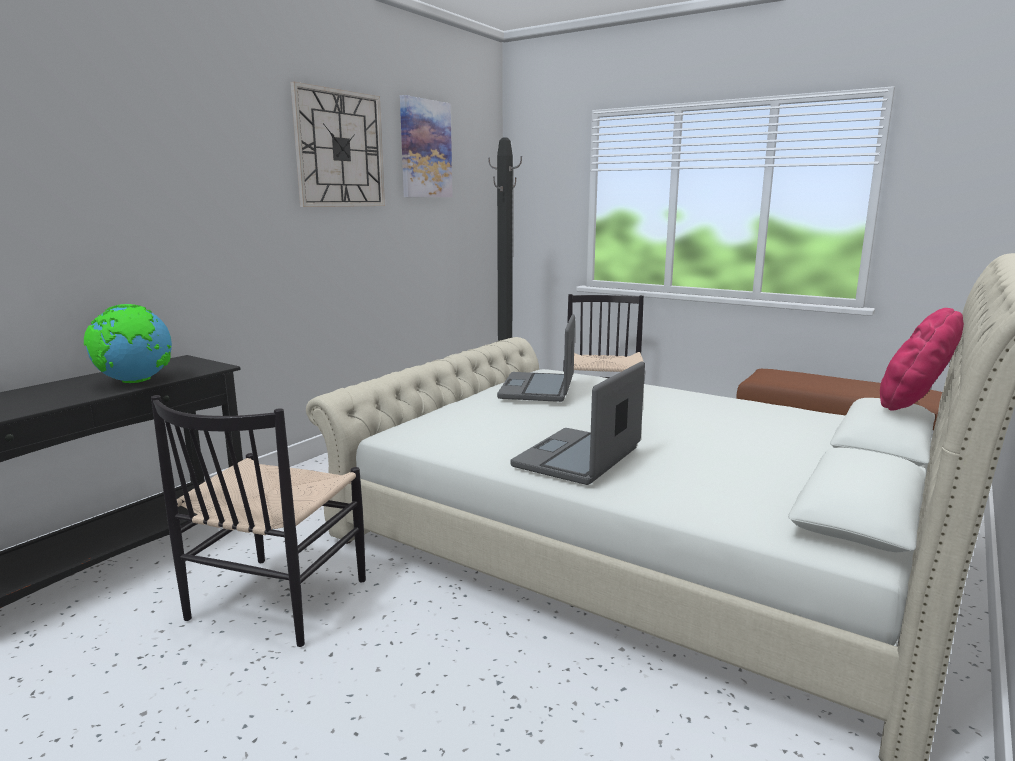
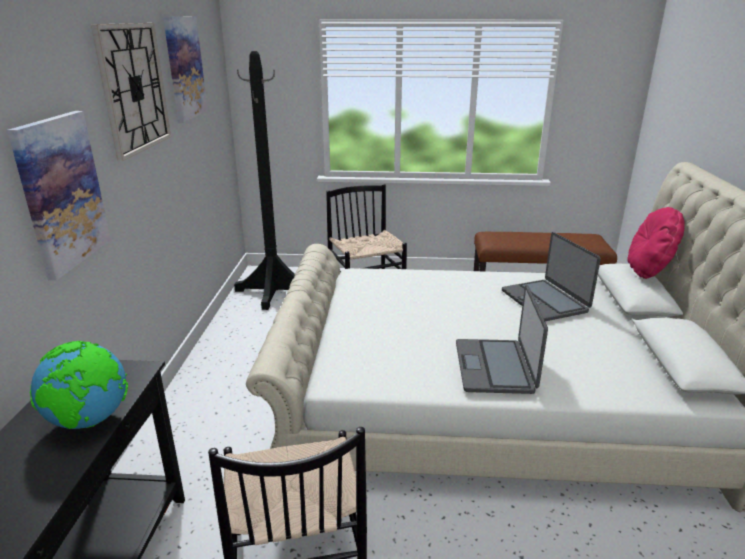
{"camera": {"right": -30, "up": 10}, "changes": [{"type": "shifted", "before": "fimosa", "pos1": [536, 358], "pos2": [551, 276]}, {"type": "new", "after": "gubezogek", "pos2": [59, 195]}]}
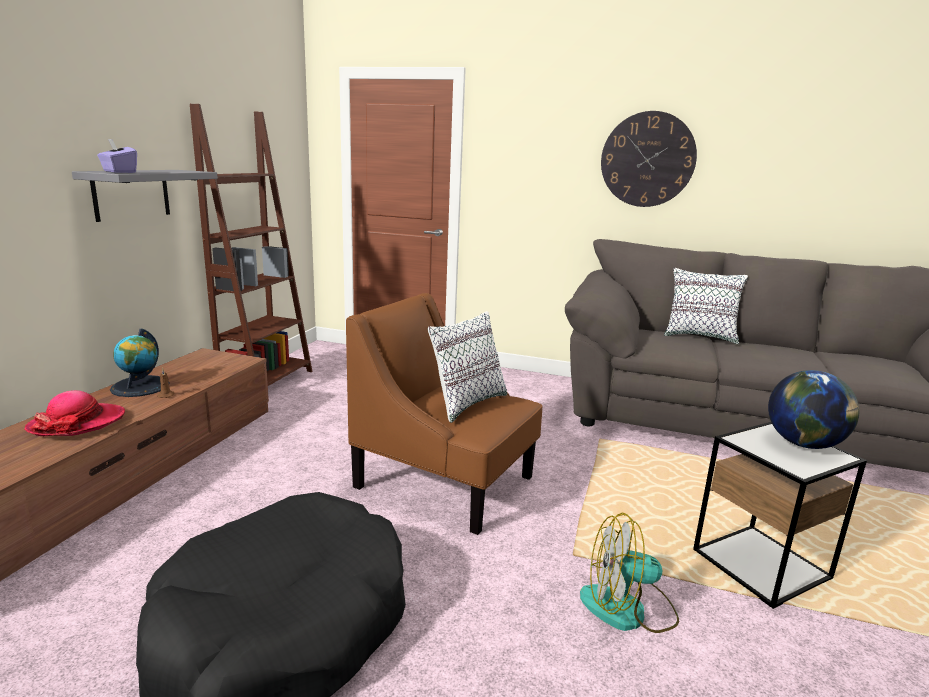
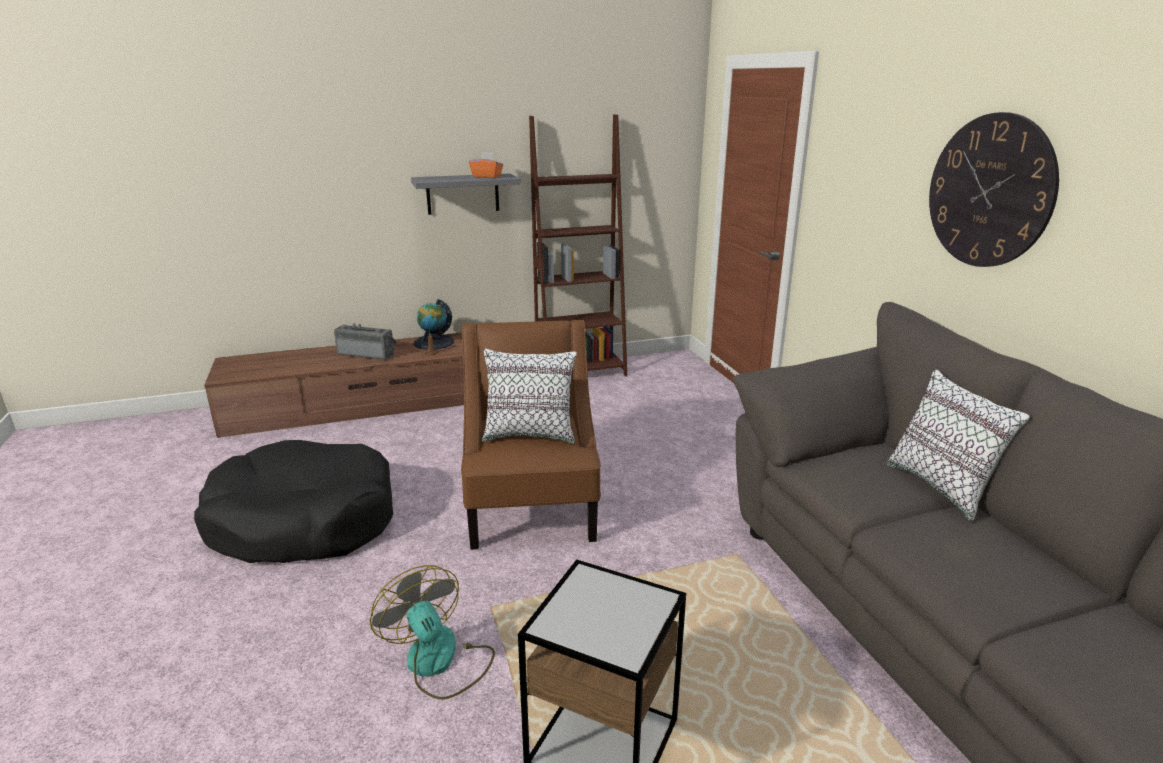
{"camera": {"right": 55, "up": 5}, "changes": [{"type": "gone", "before": "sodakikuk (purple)", "pos1": [117, 156]}, {"type": "gone", "before": "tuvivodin", "pos1": [813, 409]}, {"type": "swapped", "before": "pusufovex", "after": "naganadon", "pos1": [75, 413], "pos2": [365, 341]}, {"type": "new", "after": "sodakikuk (orange)", "pos2": [486, 165]}]}
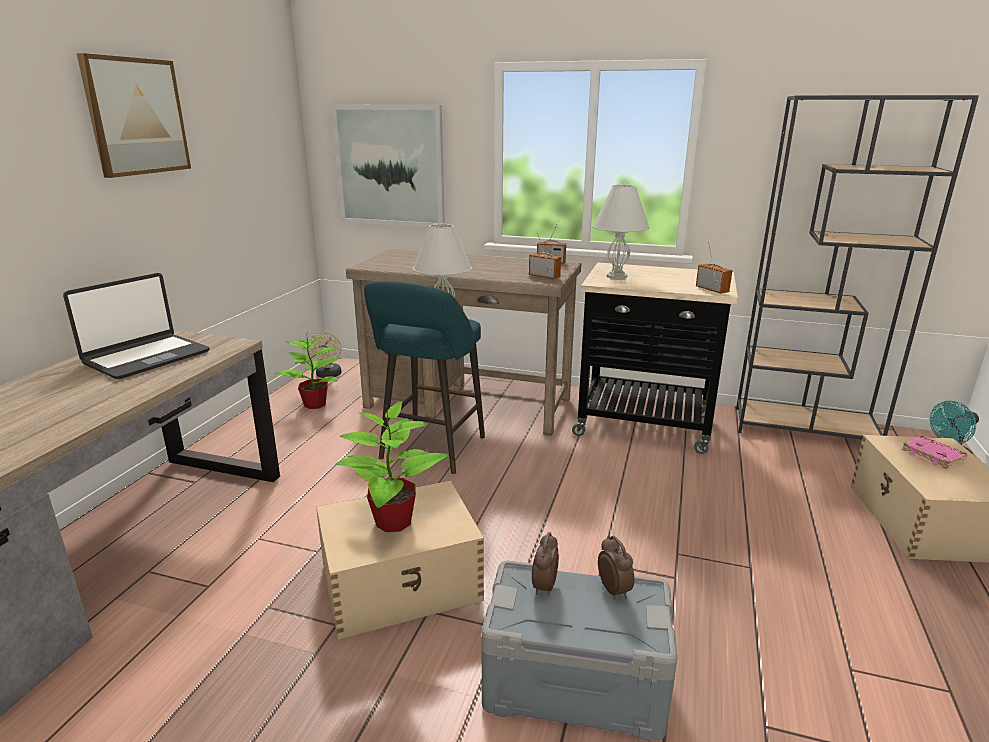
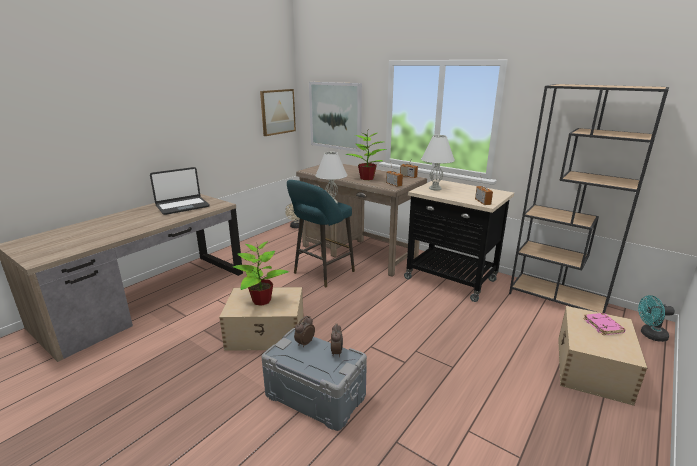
{"camera": {"right": 20, "up": 0}, "changes": [{"type": "shifted", "before": "gubezogek", "pos1": [134, 115], "pos2": [278, 112]}, {"type": "shifted", "before": "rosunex", "pos1": [307, 372], "pos2": [366, 156]}]}
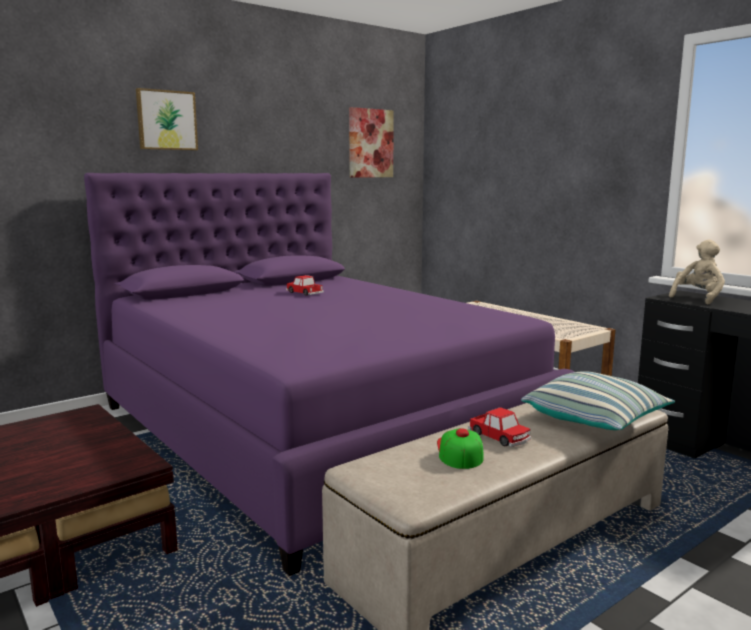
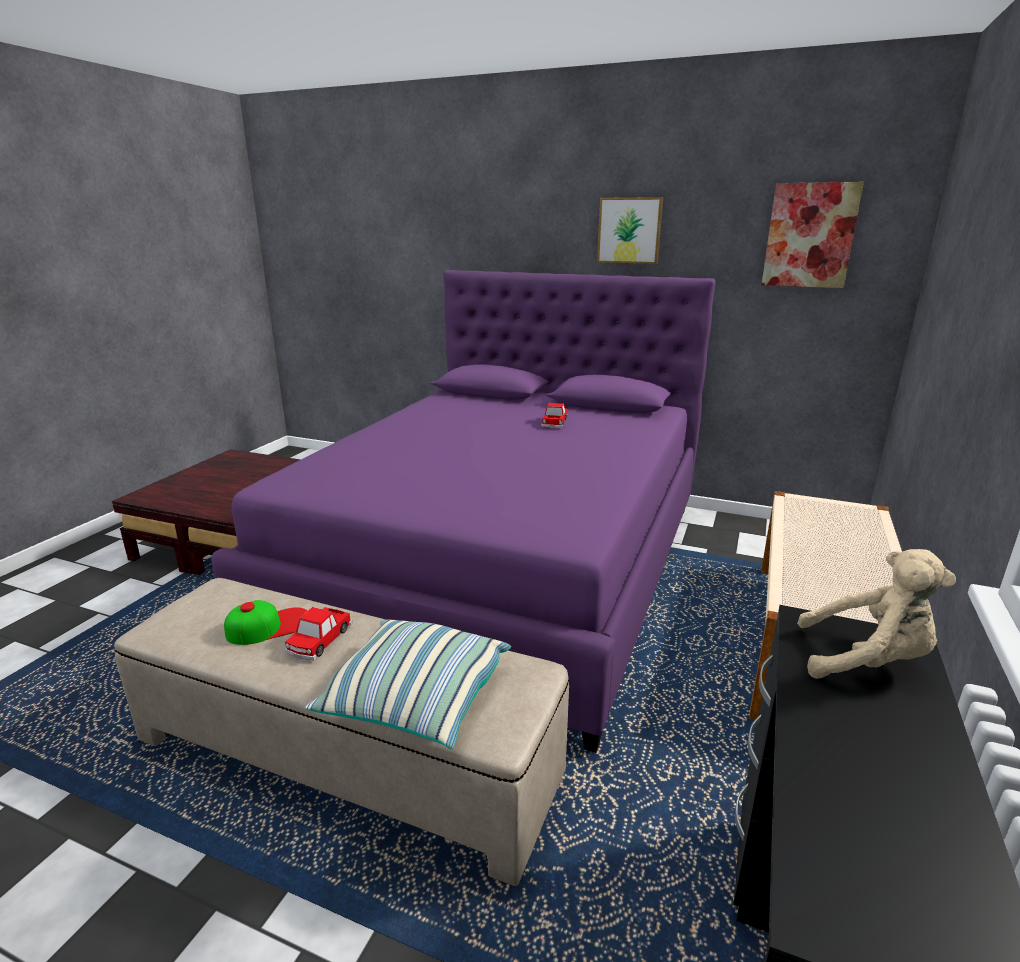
{"camera": {"right": 60, "up": 10}, "changes": [{"type": "shifted", "before": "gubezogek", "pos1": [167, 119], "pos2": [630, 230]}]}
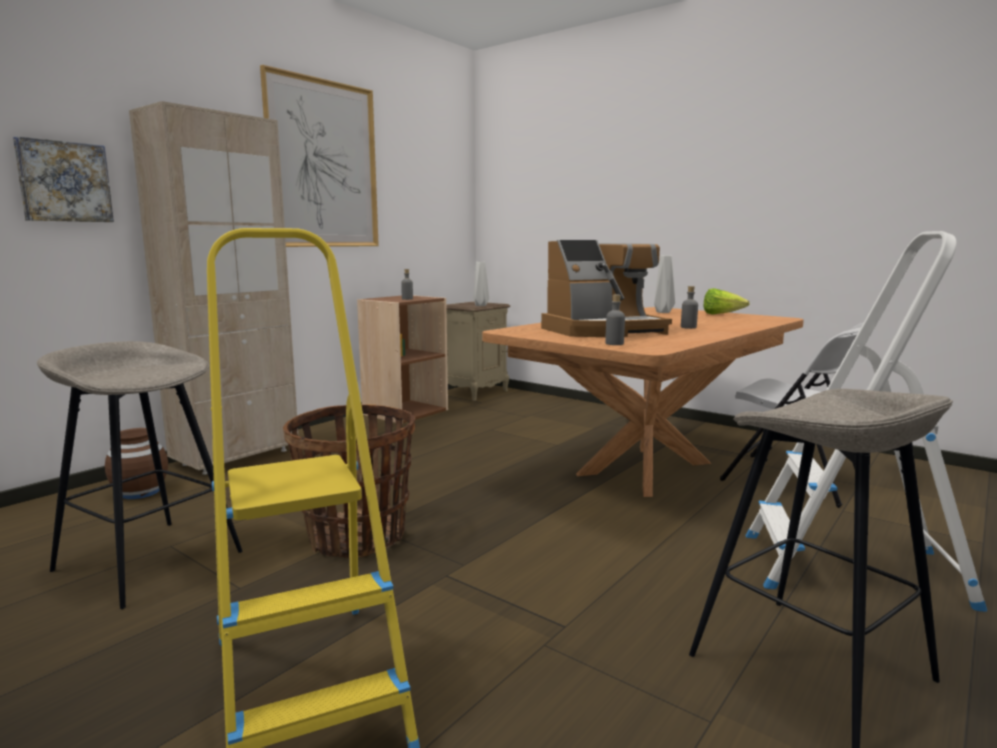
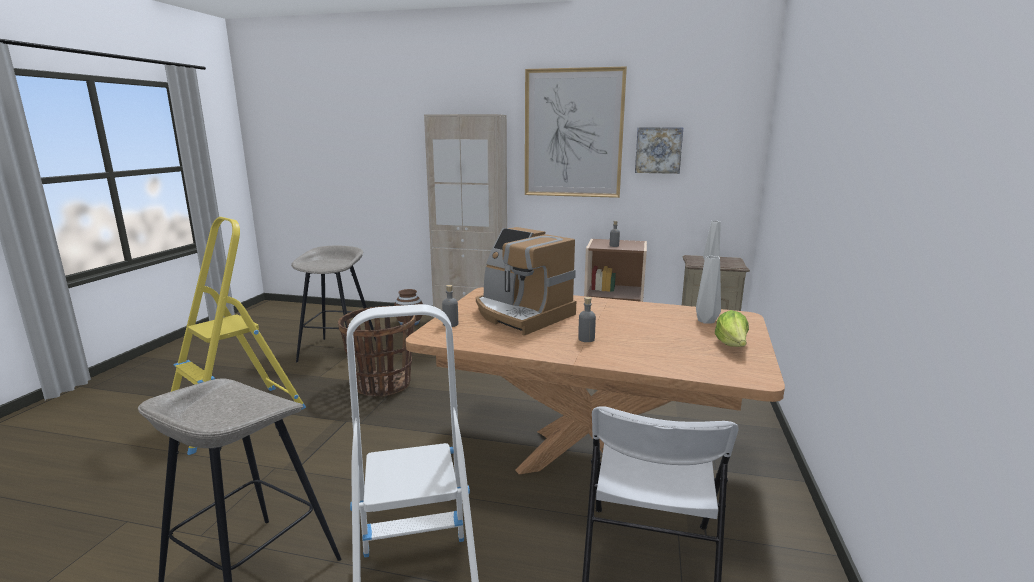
{"camera": {"right": 65, "up": 5}, "changes": [{"type": "shifted", "before": "gubezogek", "pos1": [63, 179], "pos2": [659, 150]}]}
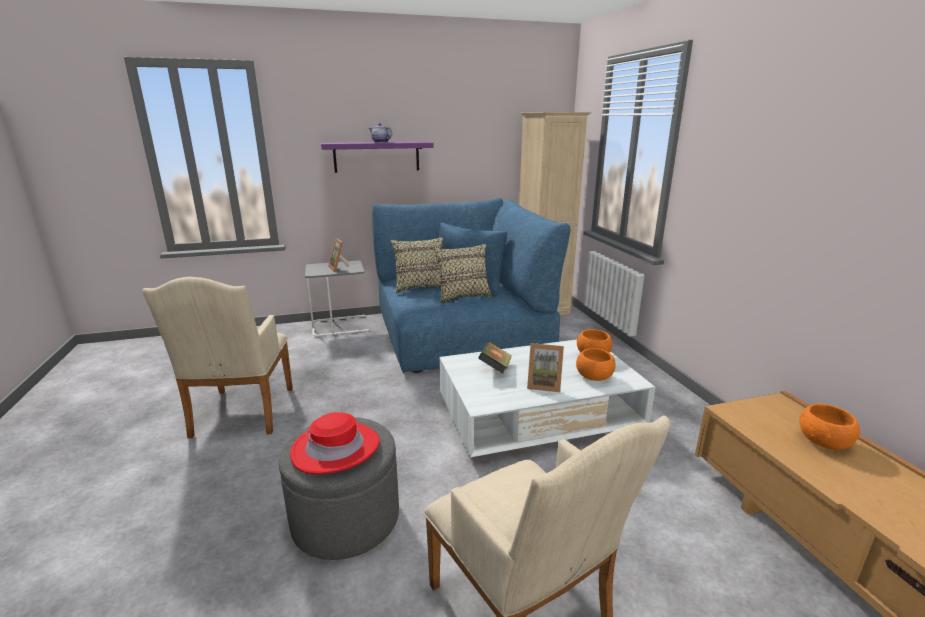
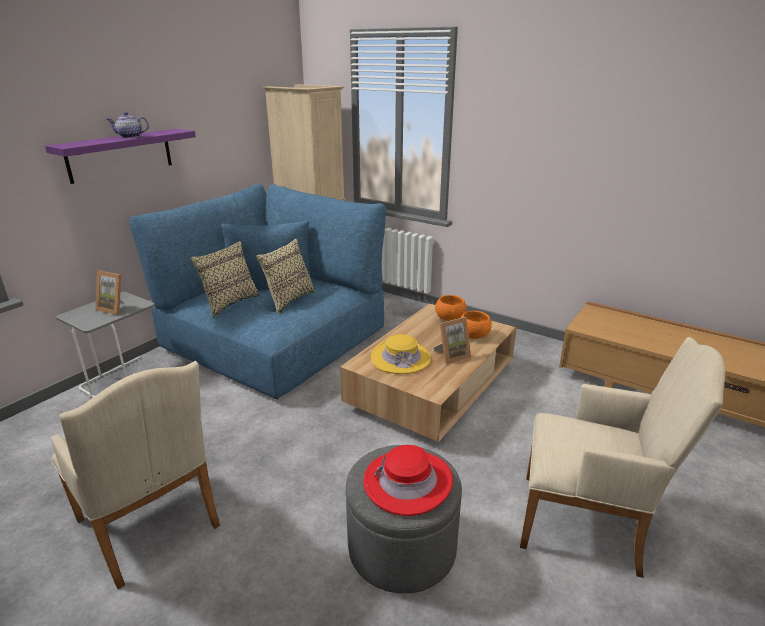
{"camera": {"right": -40, "up": 5}, "changes": [{"type": "repainted", "before": "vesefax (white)", "after": "vesefax (brown)", "pos1": [547, 398], "pos2": [428, 372]}, {"type": "swapped", "before": "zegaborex", "after": "pusufovex (yellow)", "pos1": [495, 358], "pos2": [401, 354]}, {"type": "gone", "before": "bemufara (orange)", "pos1": [829, 426]}]}
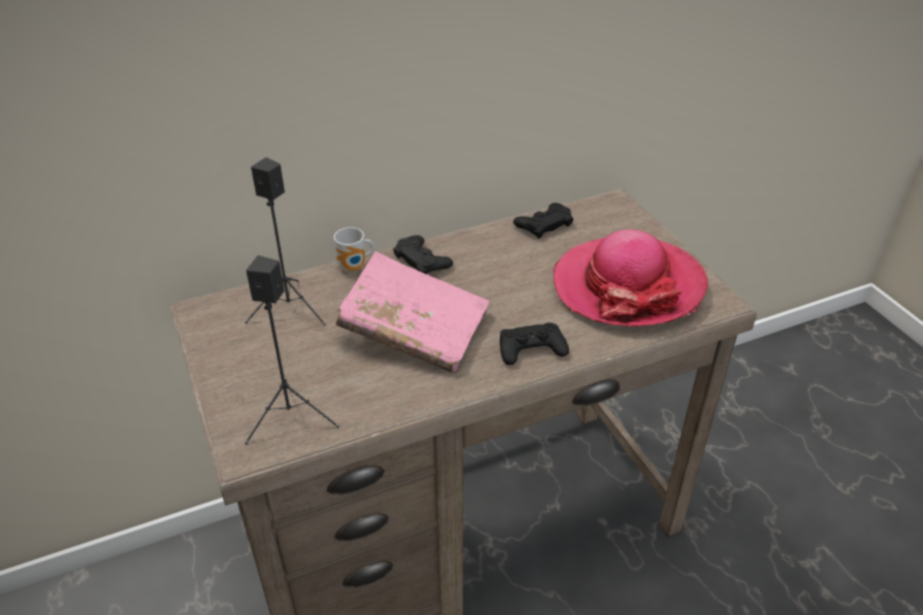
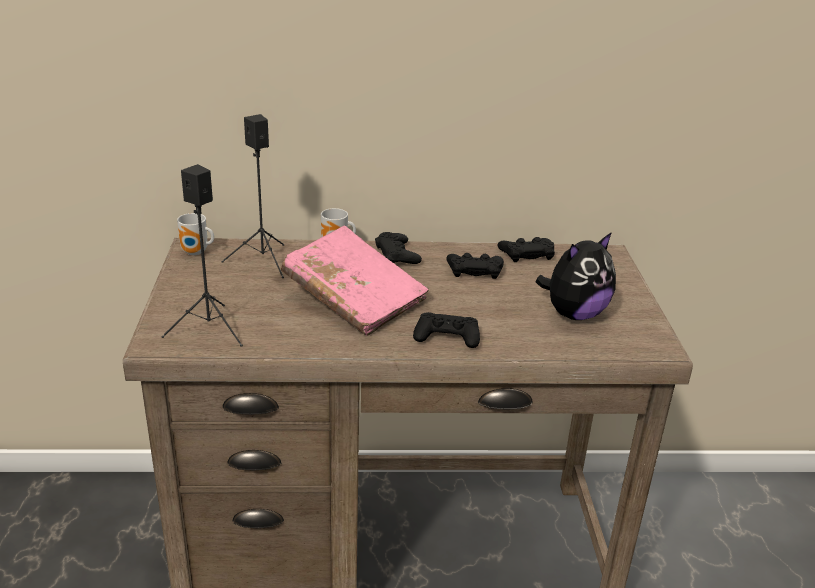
{"camera": {"right": 20, "up": -10}, "changes": [{"type": "swapped", "before": "pusufovex", "after": "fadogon", "pos1": [630, 278], "pos2": [576, 276]}, {"type": "new", "after": "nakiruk", "pos2": [195, 234]}, {"type": "new", "after": "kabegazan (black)", "pos2": [475, 266]}]}
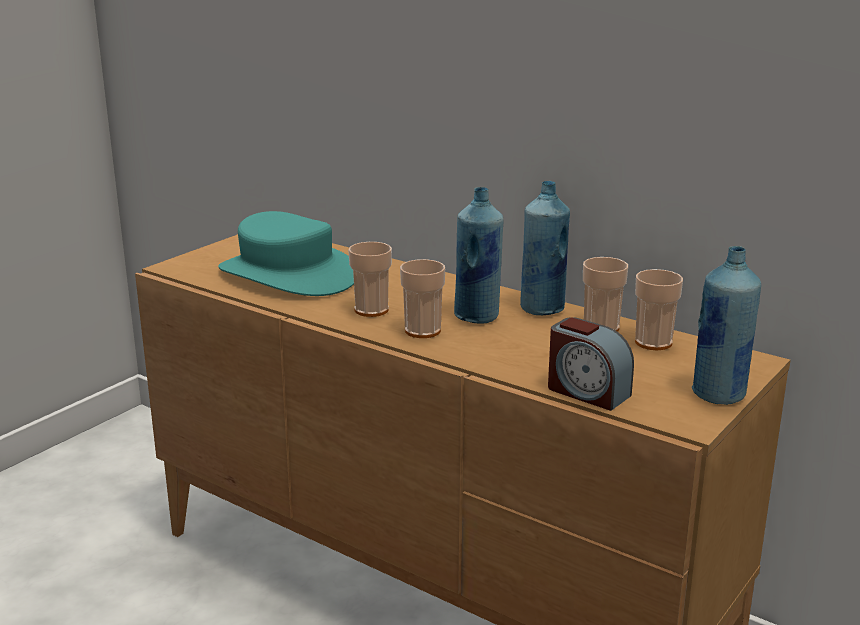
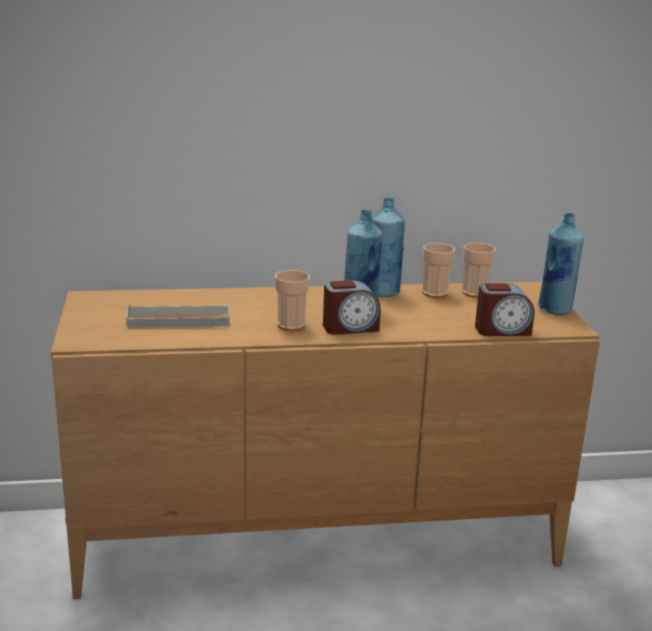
{"camera": {"right": -45, "up": 0}, "changes": [{"type": "swapped", "before": "pusufovex (turquoise)", "after": "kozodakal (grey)", "pos1": [286, 253], "pos2": [178, 316]}, {"type": "swapped", "before": "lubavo", "after": "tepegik", "pos1": [422, 298], "pos2": [352, 307]}]}
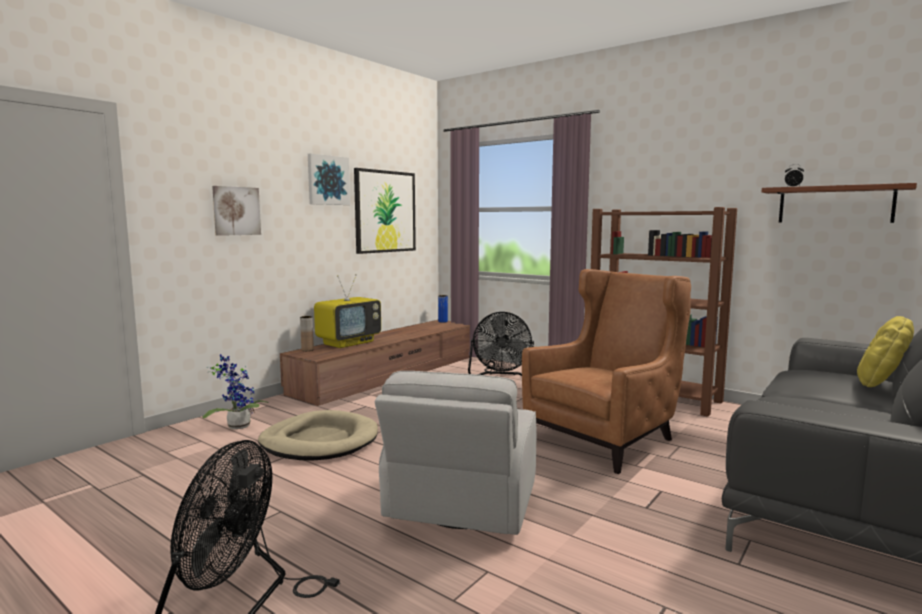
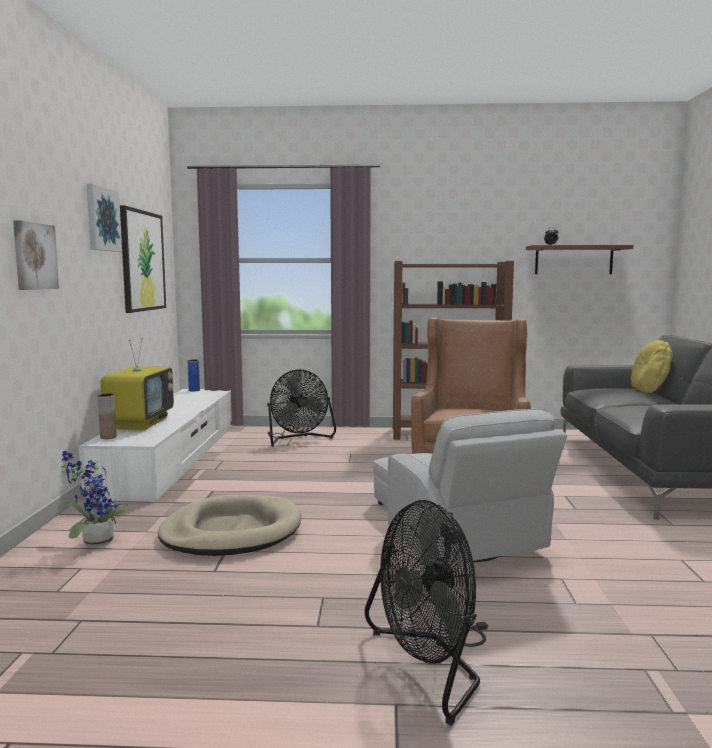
{"camera": {"right": -35, "up": 0}, "changes": [{"type": "repainted", "before": "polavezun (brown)", "after": "polavezun (white)", "pos1": [375, 363], "pos2": [155, 445]}]}
